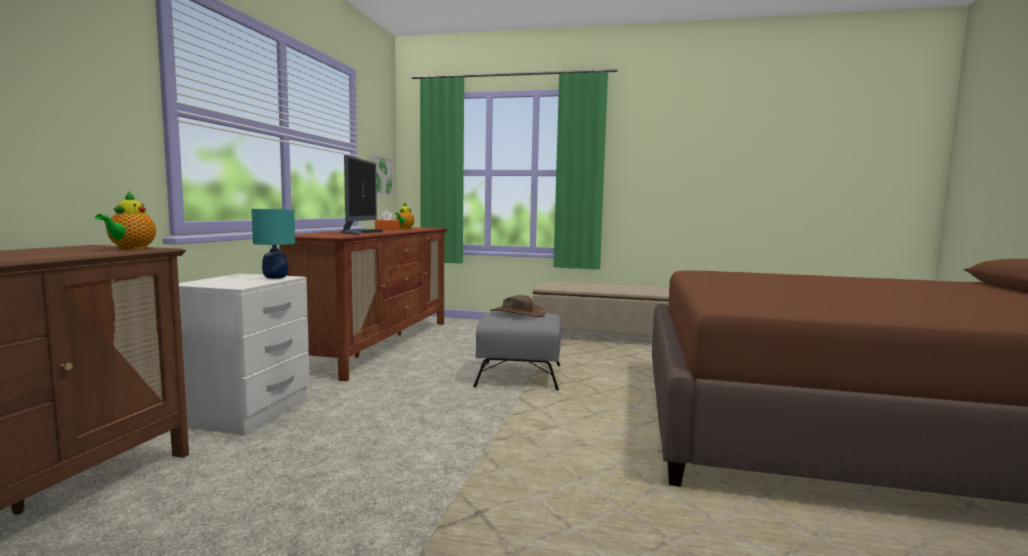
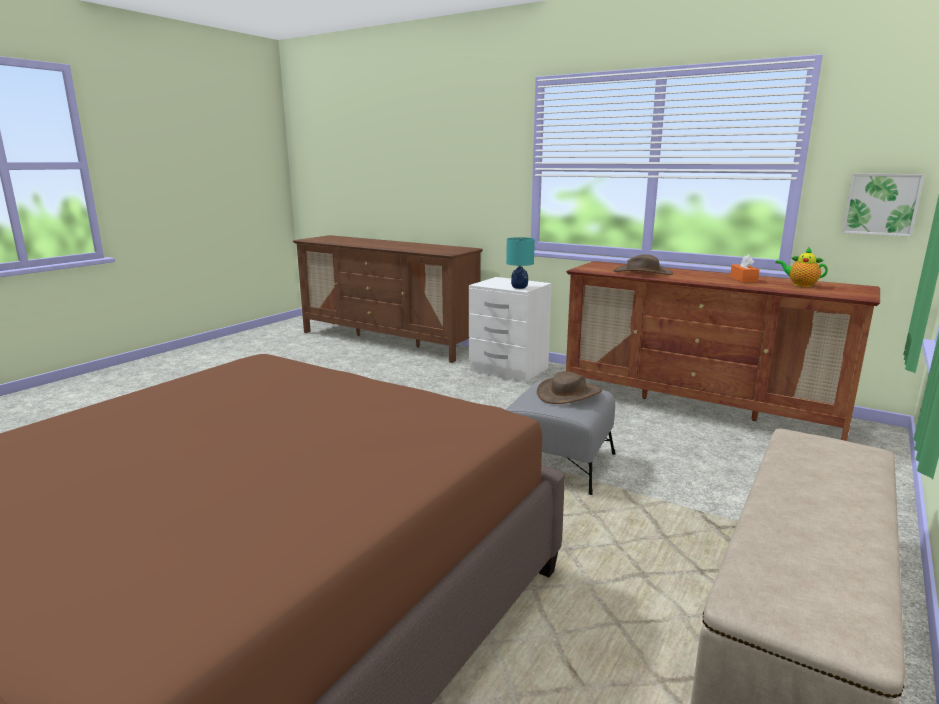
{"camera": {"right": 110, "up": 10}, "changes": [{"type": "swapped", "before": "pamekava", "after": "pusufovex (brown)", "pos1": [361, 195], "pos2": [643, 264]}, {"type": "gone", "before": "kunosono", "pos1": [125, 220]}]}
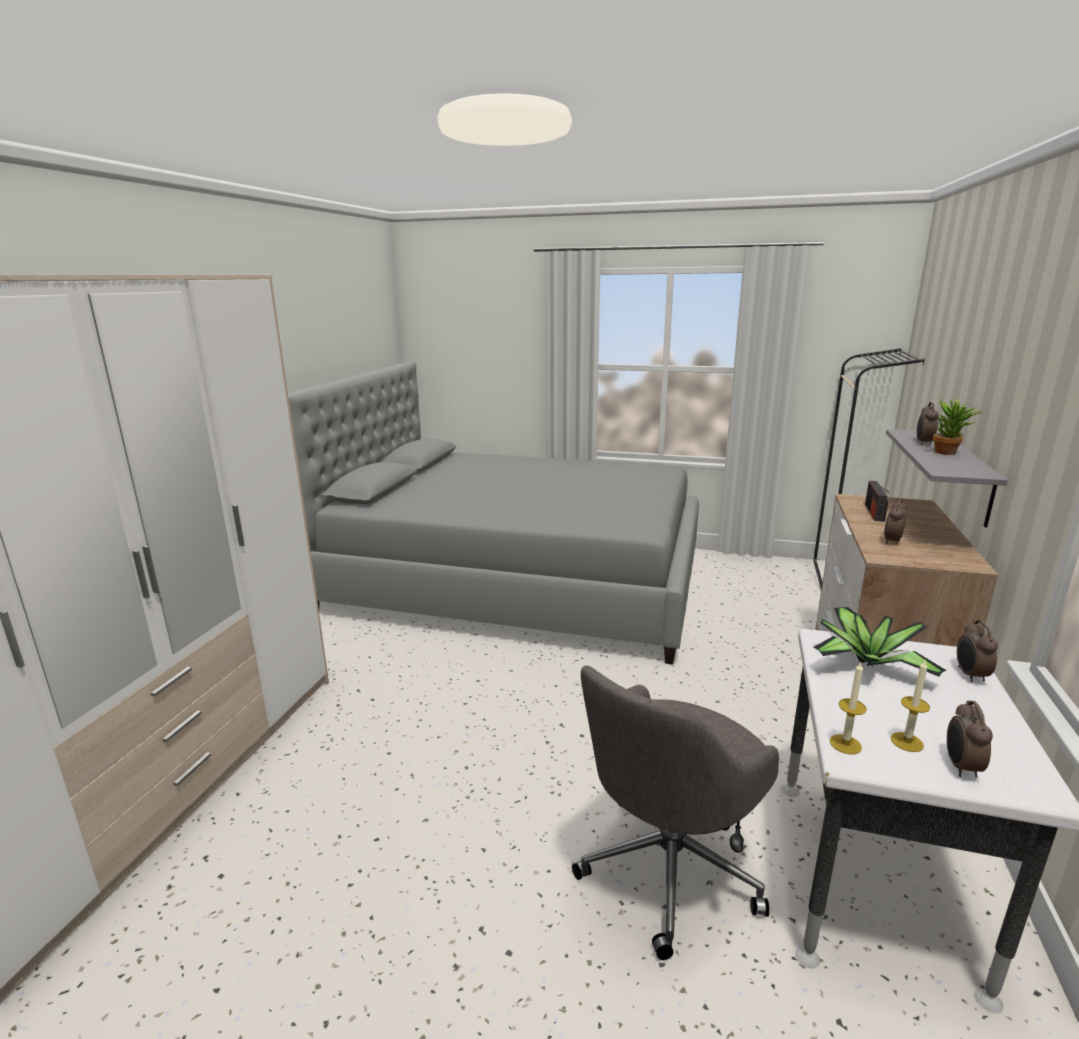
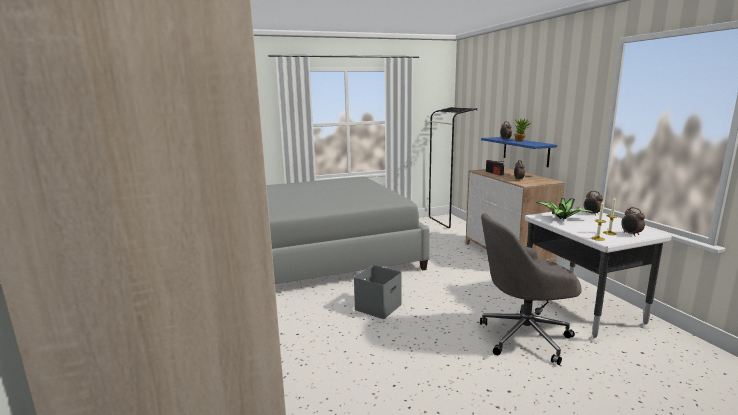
{"camera": {"right": -35, "up": -5}, "changes": [{"type": "repainted", "before": "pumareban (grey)", "after": "pumareban (blue)", "pos1": [947, 478], "pos2": [519, 152]}, {"type": "rotated", "before": "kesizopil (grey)", "pos1": [675, 812], "pos2": [531, 289], "turn": 75}, {"type": "new", "after": "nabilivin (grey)", "pos2": [378, 292]}]}
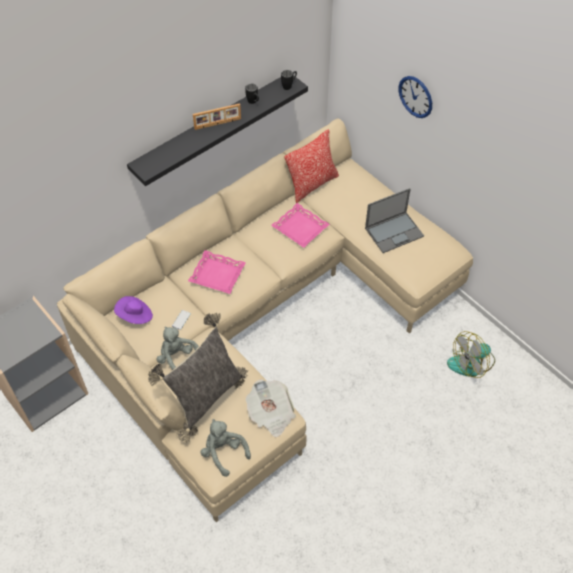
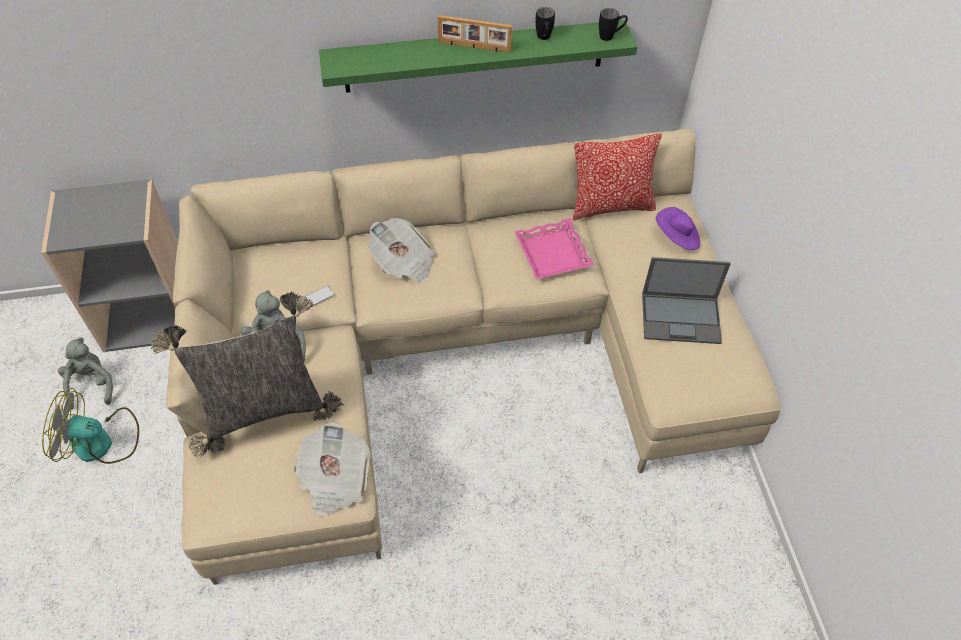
{"camera": {"right": 30, "up": 0}, "changes": [{"type": "repainted", "before": "pumareban (black)", "after": "pumareban (green)", "pos1": [217, 130], "pos2": [478, 56]}, {"type": "gone", "before": "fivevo", "pos1": [415, 97]}, {"type": "swapped", "before": "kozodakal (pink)", "after": "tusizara", "pos1": [217, 272], "pos2": [401, 250]}, {"type": "shifted", "before": "pusufovex (purple)", "pos1": [133, 310], "pos2": [677, 228]}, {"type": "shifted", "before": "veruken", "pos1": [471, 354], "pos2": [90, 426]}, {"type": "shifted", "before": "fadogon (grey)", "pos1": [225, 448], "pos2": [85, 373]}]}
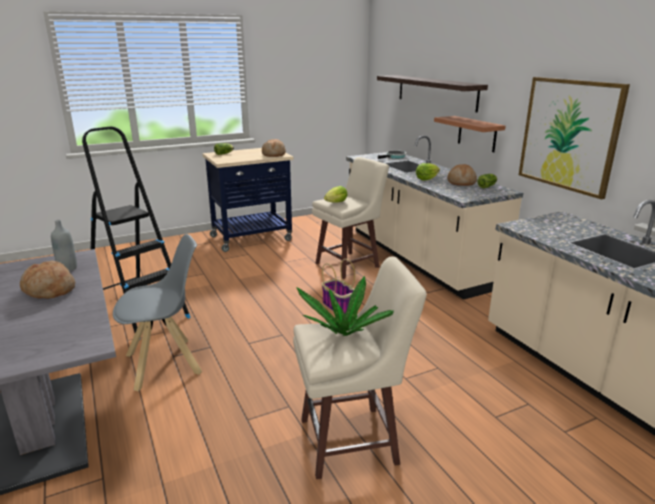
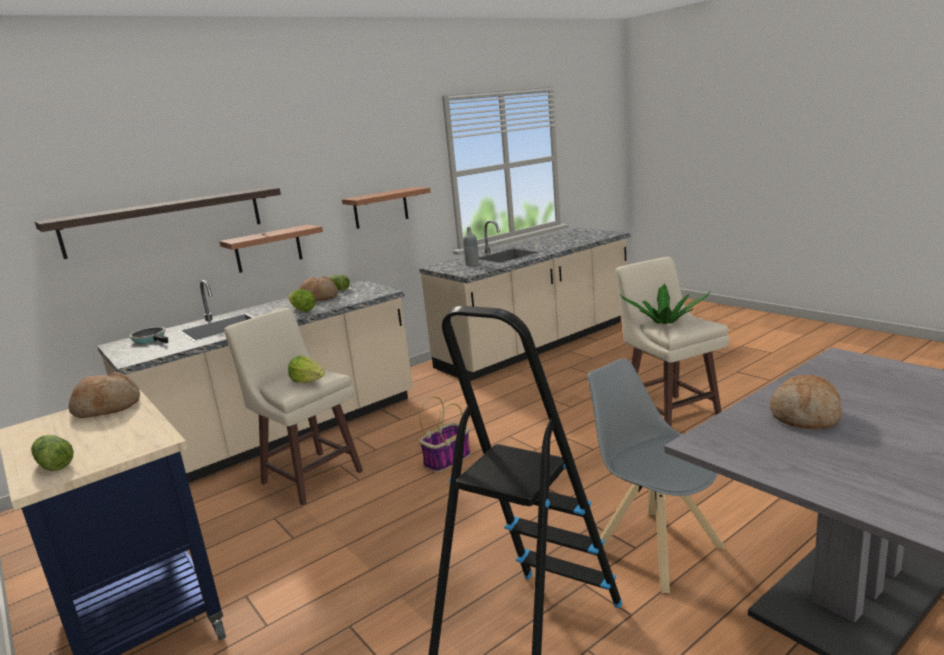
{"camera": {"right": -100, "up": -5}, "changes": [{"type": "swapped", "before": "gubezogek", "after": "pumareban", "pos1": [574, 138], "pos2": [386, 208]}, {"type": "shifted", "before": "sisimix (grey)", "pos1": [64, 245], "pos2": [471, 246]}]}
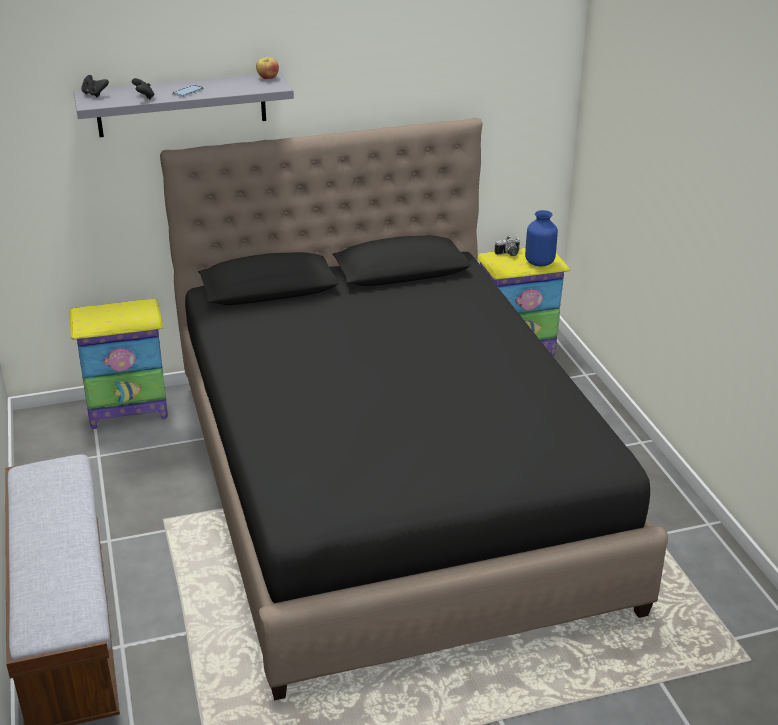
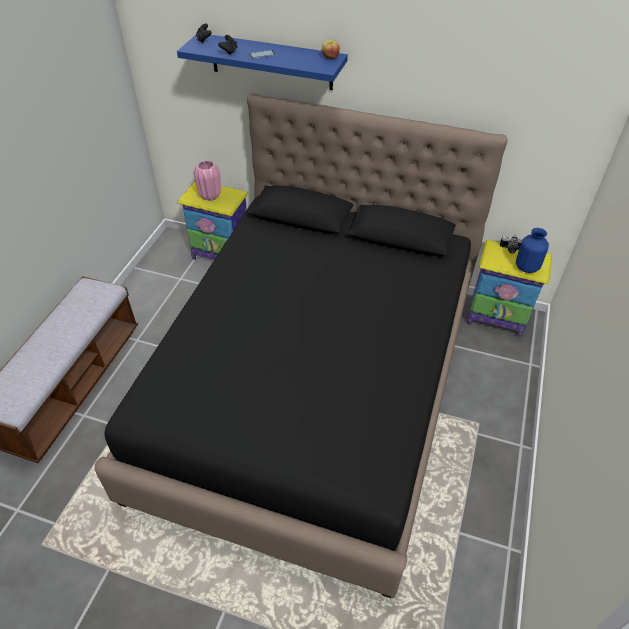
{"camera": {"right": 35, "up": 15}, "changes": [{"type": "repainted", "before": "pumareban (grey)", "after": "pumareban (blue)", "pos1": [183, 104], "pos2": [262, 62]}, {"type": "new", "after": "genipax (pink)", "pos2": [207, 180]}]}
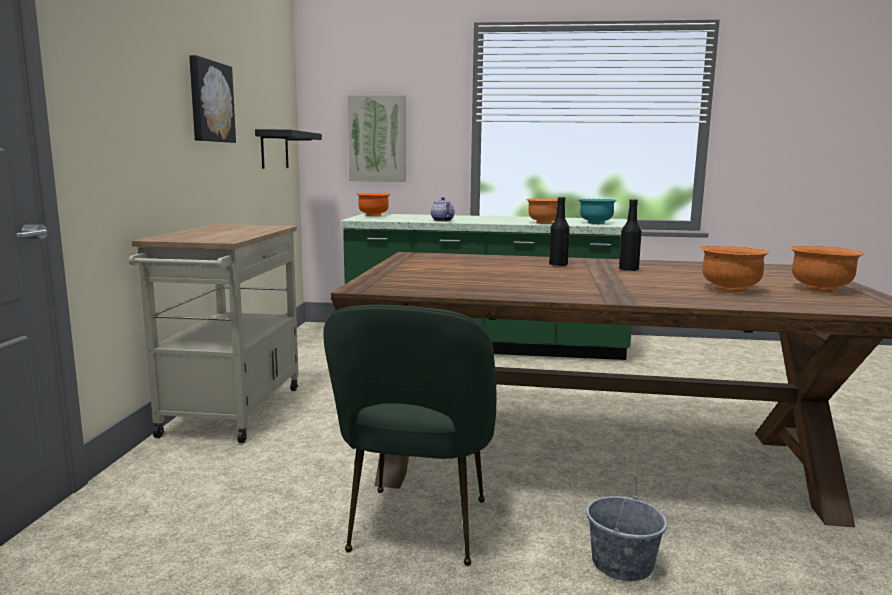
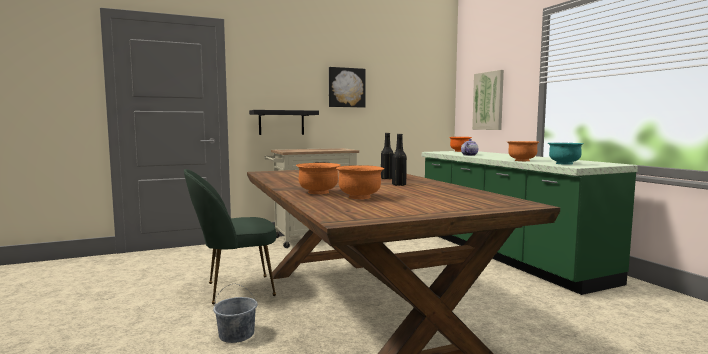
{"camera": {"right": 60, "up": -5}, "changes": [{"type": "shifted", "before": "pumareban (black)", "pos1": [288, 149], "pos2": [284, 122]}, {"type": "shifted", "before": "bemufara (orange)", "pos1": [827, 269], "pos2": [318, 178]}]}
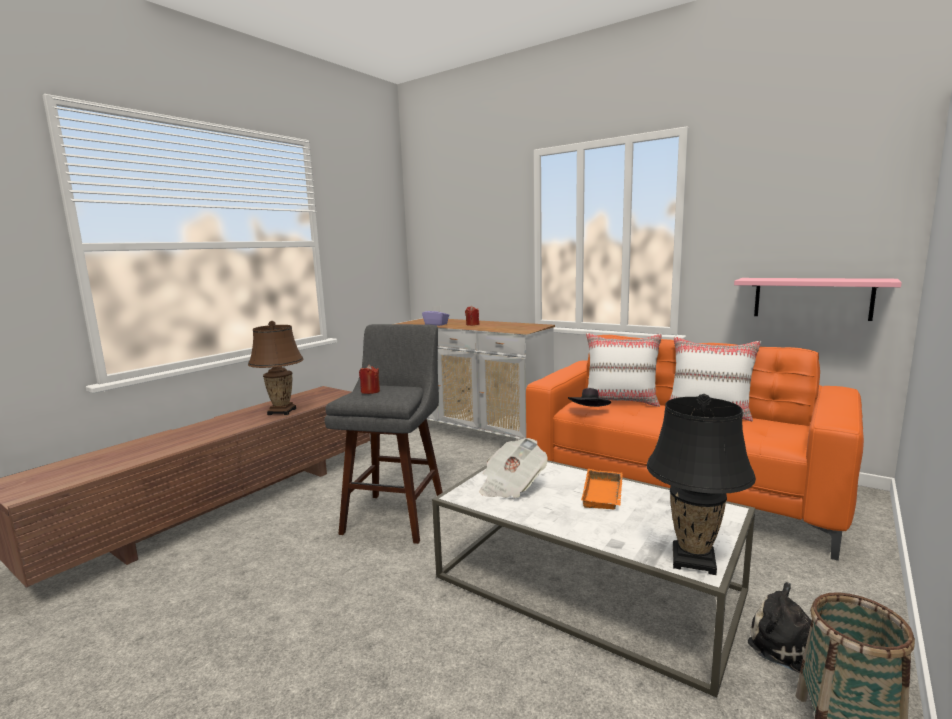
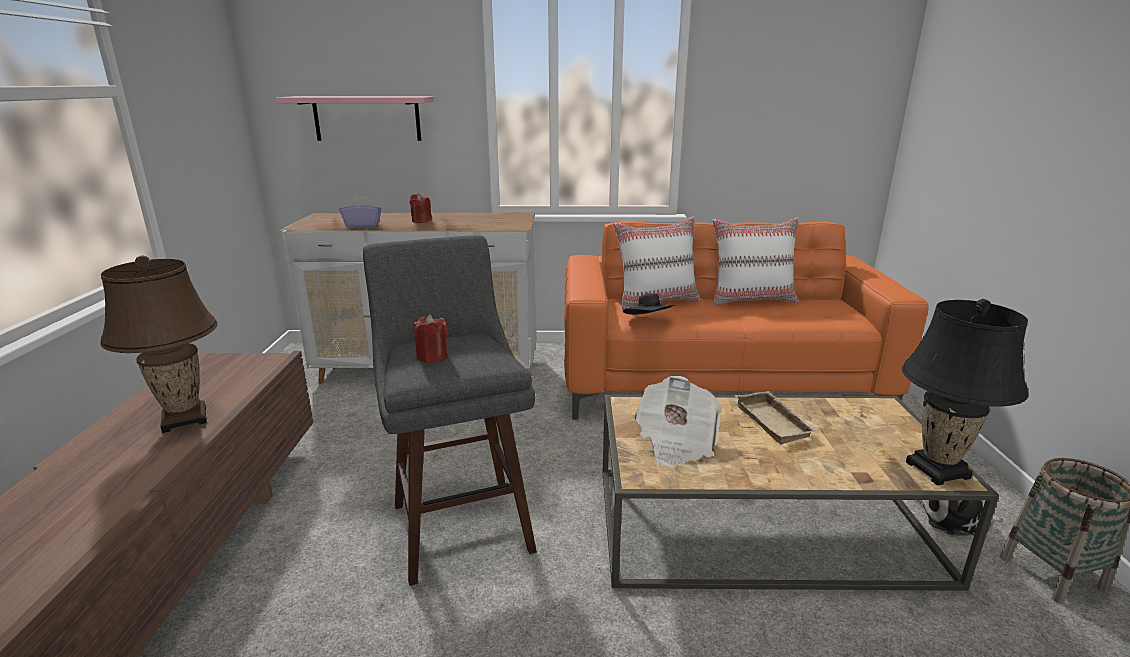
{"camera": {"right": -35, "up": 10}, "changes": [{"type": "shifted", "before": "pumareban (pink)", "pos1": [818, 299], "pos2": [355, 118]}, {"type": "repainted", "before": "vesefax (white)", "after": "vesefax (brown)", "pos1": [593, 578], "pos2": [800, 493]}, {"type": "repainted", "before": "kozodakal (orange)", "after": "kozodakal (beige)", "pos1": [602, 489], "pos2": [776, 417]}]}
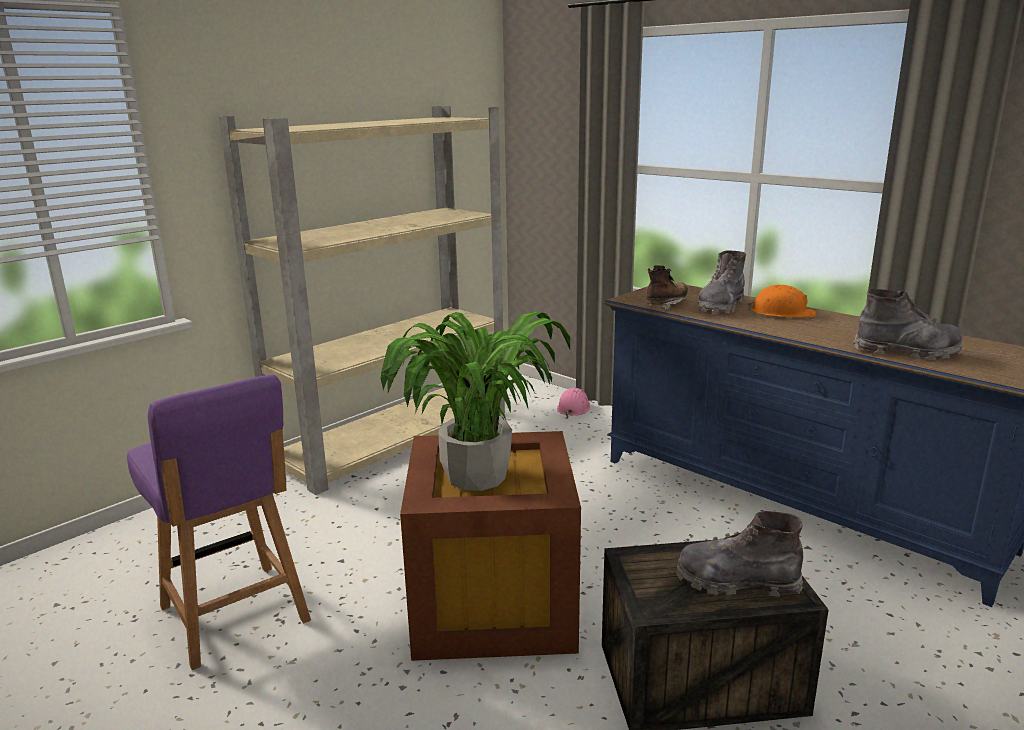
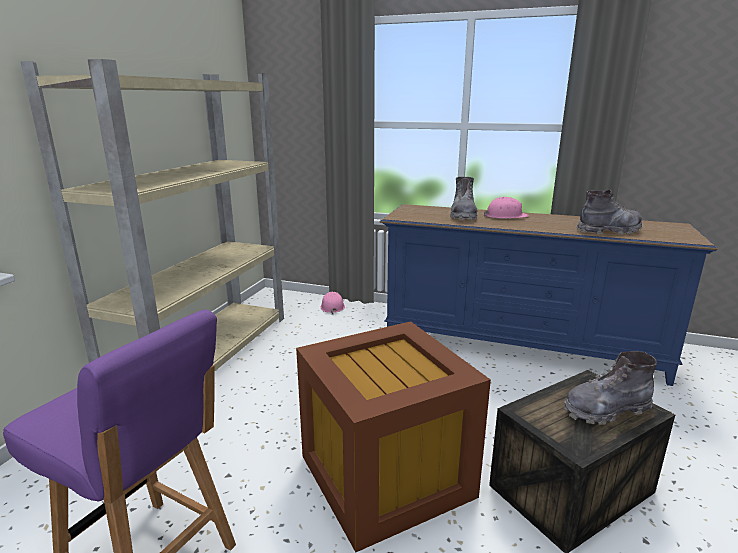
{"camera": {"right": -25, "up": 0}, "changes": [{"type": "gone", "before": "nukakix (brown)", "pos1": [667, 287]}, {"type": "repainted", "before": "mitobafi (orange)", "after": "mitobafi (pink)", "pos1": [782, 301], "pos2": [506, 208]}, {"type": "gone", "before": "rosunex", "pos1": [475, 401]}]}
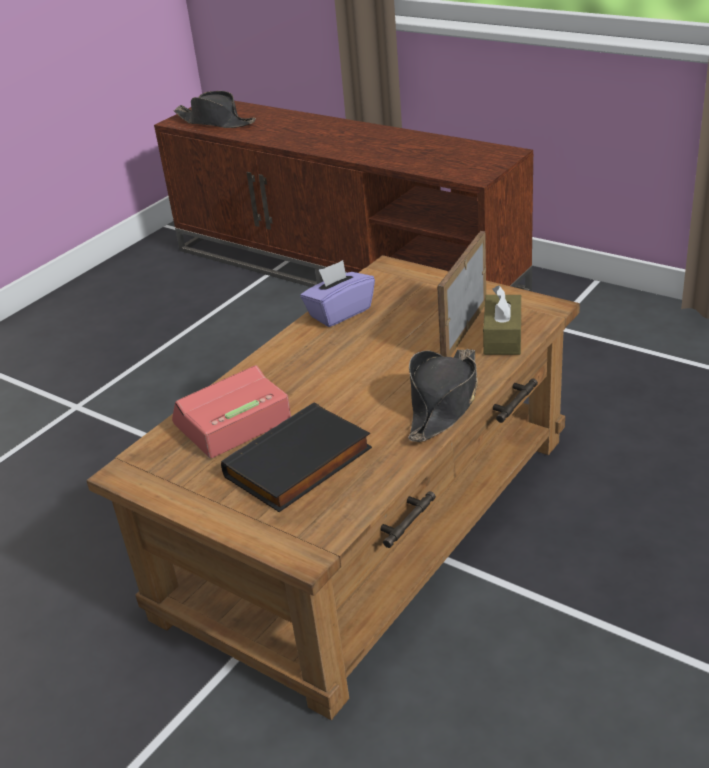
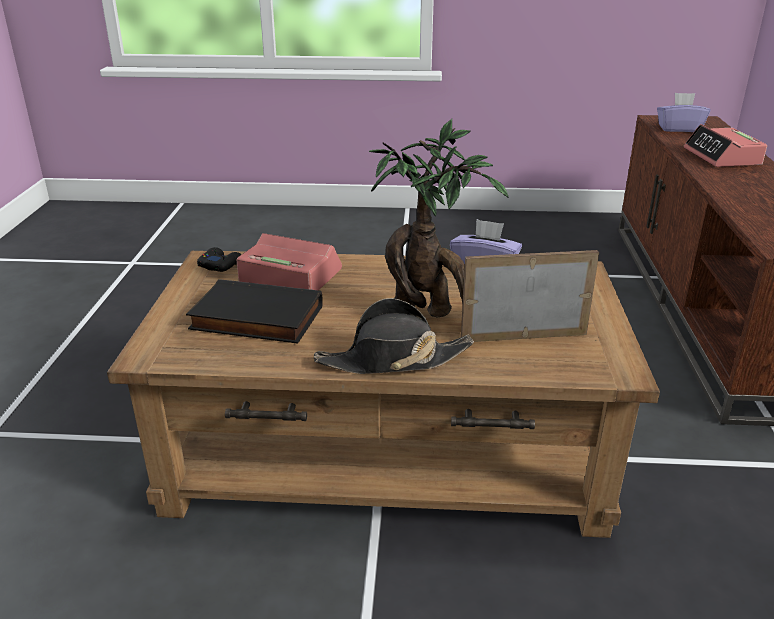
{"camera": {"right": 55, "up": -5}, "changes": [{"type": "swapped", "before": "pusufovex (black)", "after": "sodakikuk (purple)", "pos1": [215, 109], "pos2": [683, 112]}, {"type": "gone", "before": "sodakikuk (brown)", "pos1": [502, 320]}, {"type": "new", "after": "rosunex", "pos2": [439, 218]}, {"type": "new", "after": "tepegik", "pos2": [725, 145]}, {"type": "new", "after": "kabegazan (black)", "pos2": [219, 259]}]}
